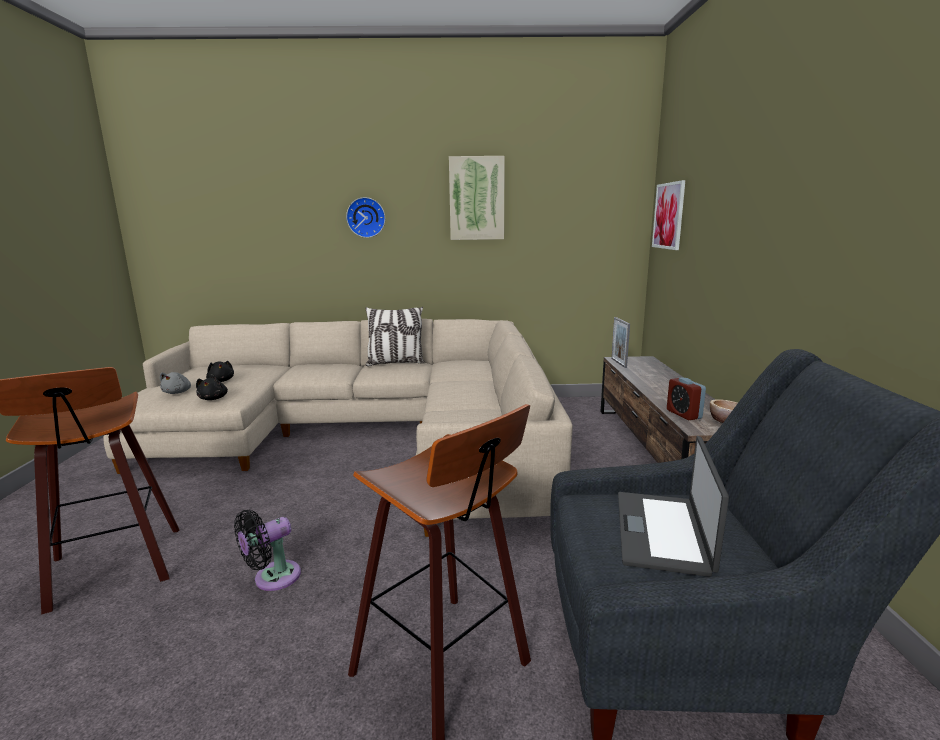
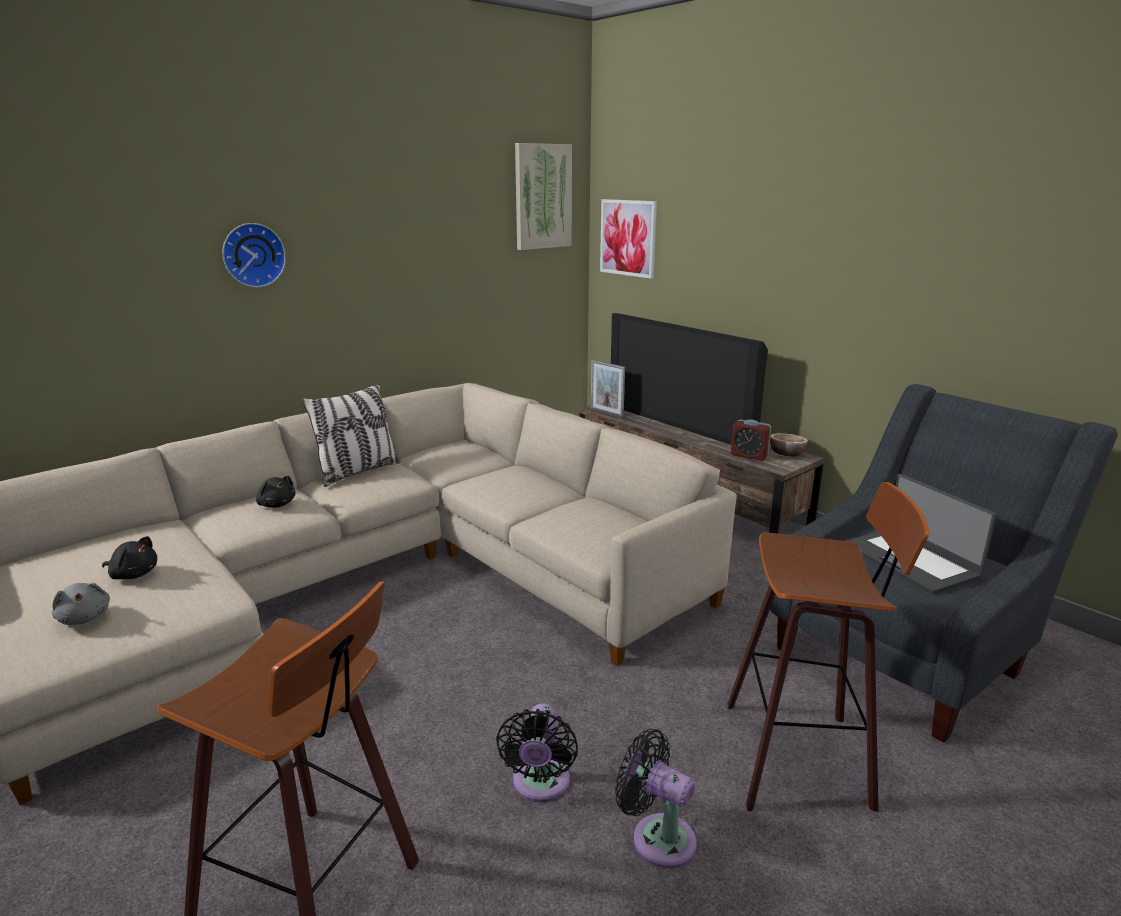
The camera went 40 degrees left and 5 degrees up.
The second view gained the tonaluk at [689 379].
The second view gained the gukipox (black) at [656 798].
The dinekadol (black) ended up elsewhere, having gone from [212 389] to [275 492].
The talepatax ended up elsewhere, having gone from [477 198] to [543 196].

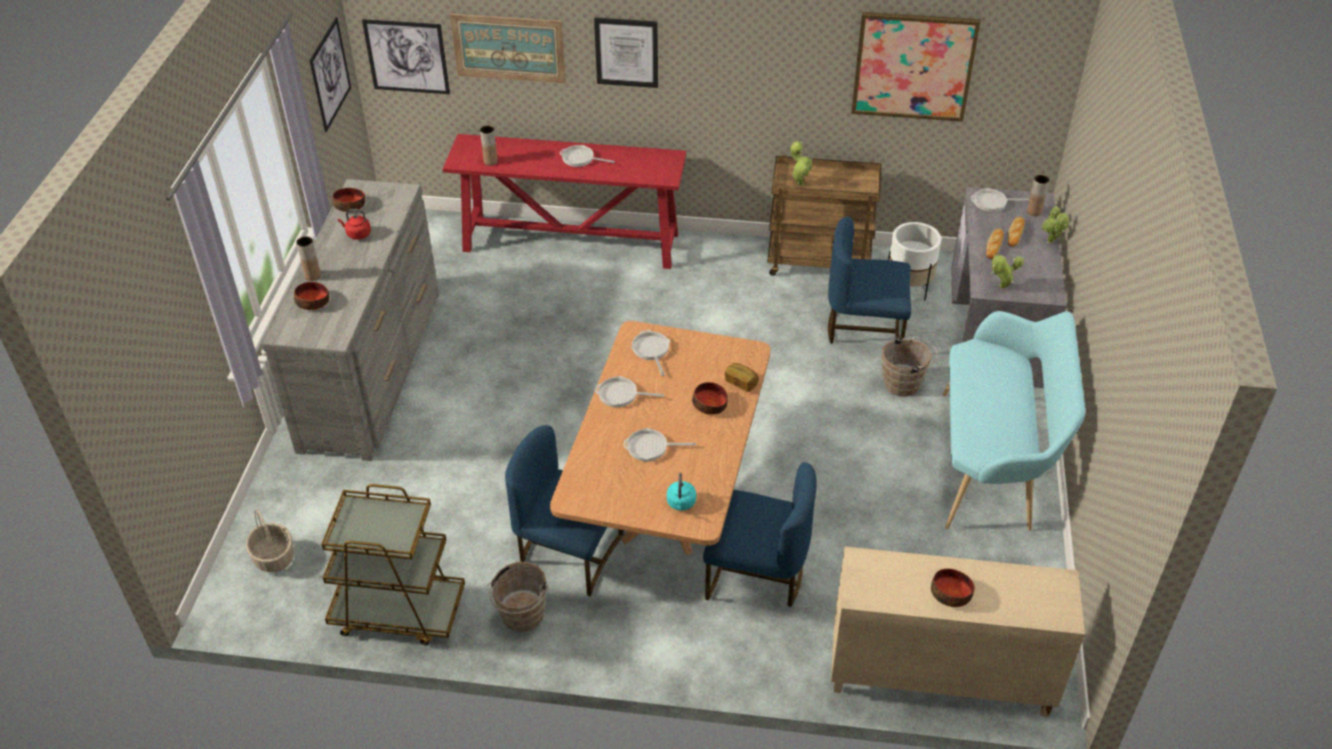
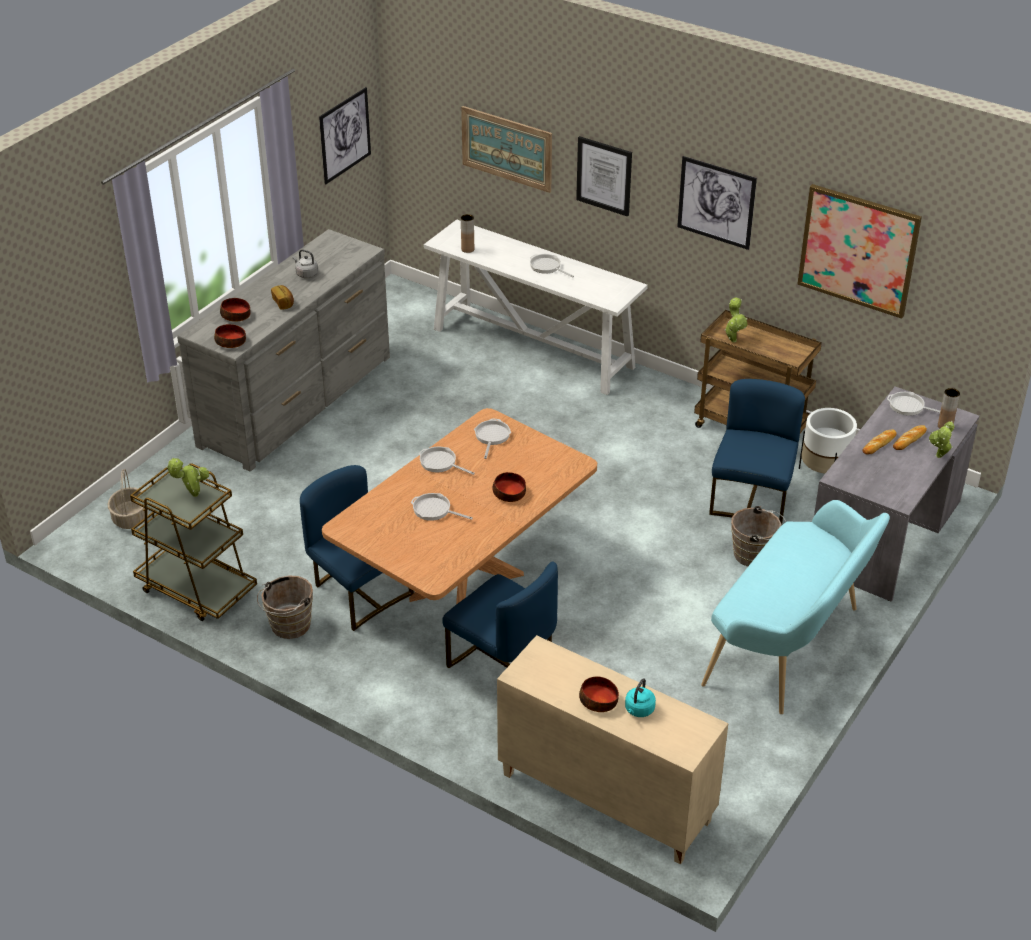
The camera went 25 degrees right and 5 degrees down.
The second view lost the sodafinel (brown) at [308 258].
The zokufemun ended up elsewhere, having gone from [349 200] to [230 336].
The talepatax ended up elsewhere, having gone from [406 56] to [717 203].
The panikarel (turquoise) ended up elsewhere, having gone from [681 492] to [640 697].
The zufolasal ended up elsewhere, having gone from [742 377] to [282 297].
The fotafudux ended up elsewhere, having gone from [1008 272] to [187 477].
What was the panikarel (red) at [354 224] turned into the panikarel (grey) at [305 263].
What was the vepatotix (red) at [564 201] turned into the vepatotix (white) at [536 307].
The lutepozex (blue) at [869 280] ended up facing another way, 75 degrees clockwise from before.

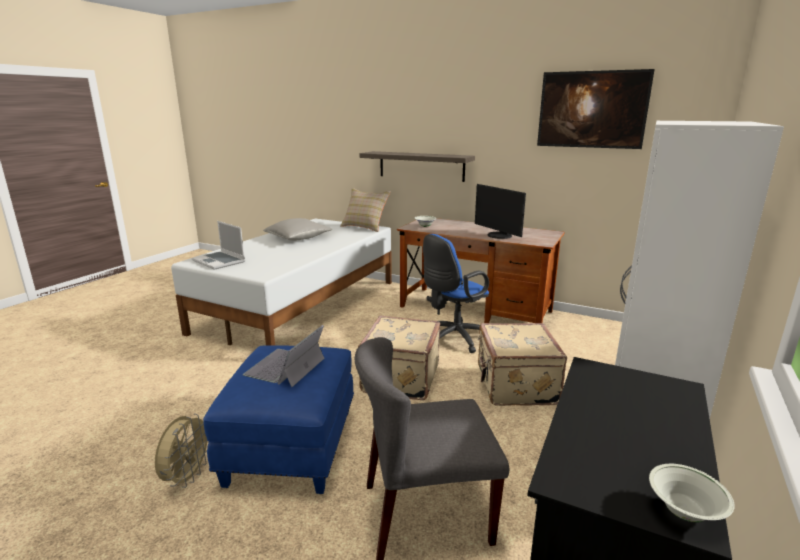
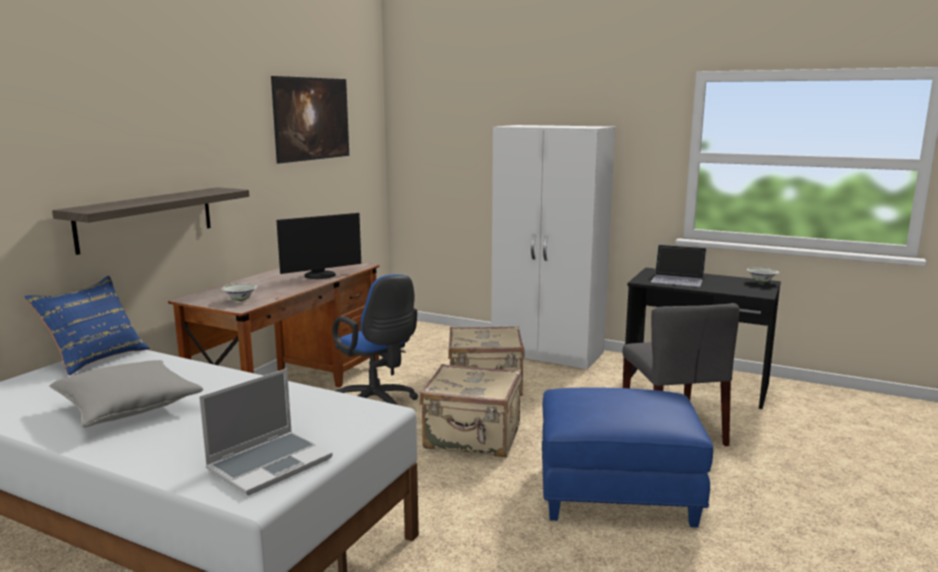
The camera went 90 degrees left and 5 degrees down.
The second view lost the gukipox (beige) at [181 451].
The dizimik ended up elsewhere, having gone from [283 356] to [679 266].
What was the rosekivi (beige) at [365 210] turned into the rosekivi (blue) at [86 325].

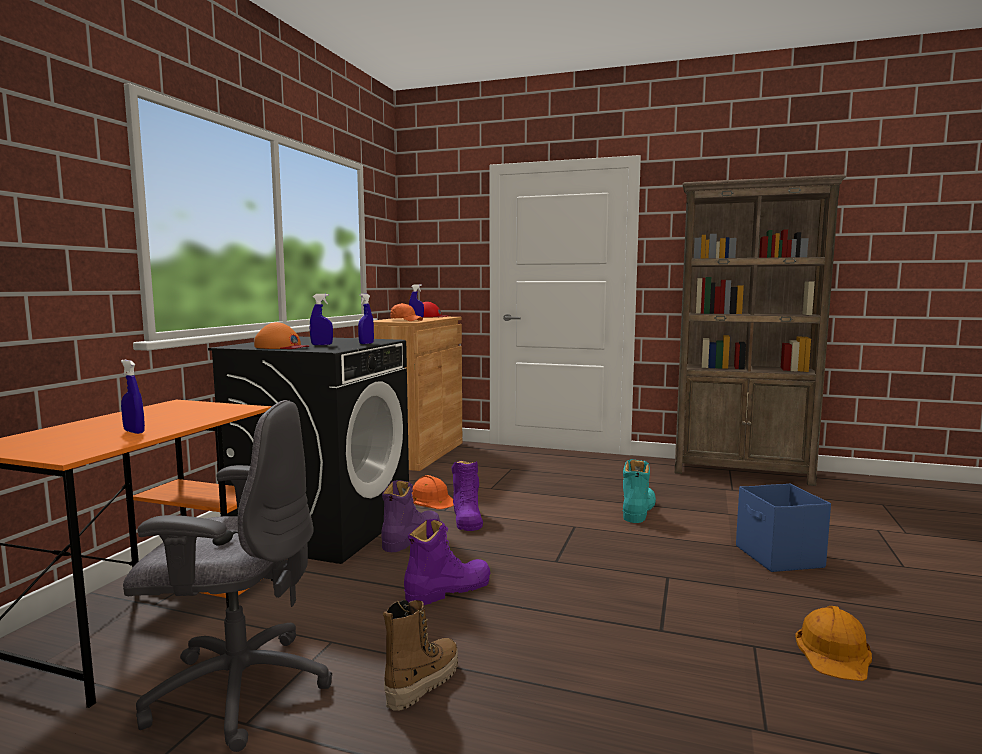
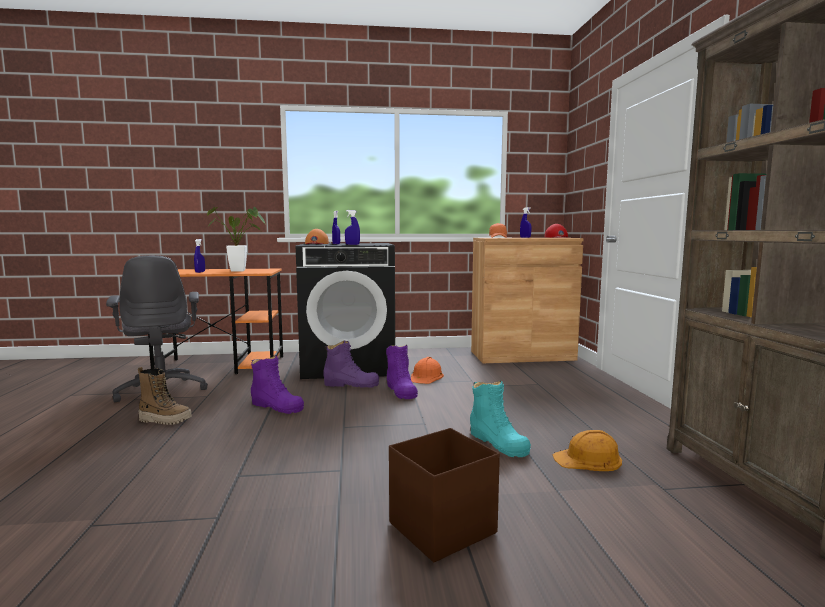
The camera went 65 degrees right and 0 degrees up.
The second view gained the fotafudux at [236 239].
The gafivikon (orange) ended up elsewhere, having gone from [833 643] to [587 450].
What was the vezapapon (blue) at [783 528] turned into the vezapapon (brown) at [444 495].
The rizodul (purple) at [467 496] ended up facing another way, 75 degrees counterclockwise from before.
The rizodul (turquoise) at [639 491] ended up facing another way, 60 degrees clockwise from before.

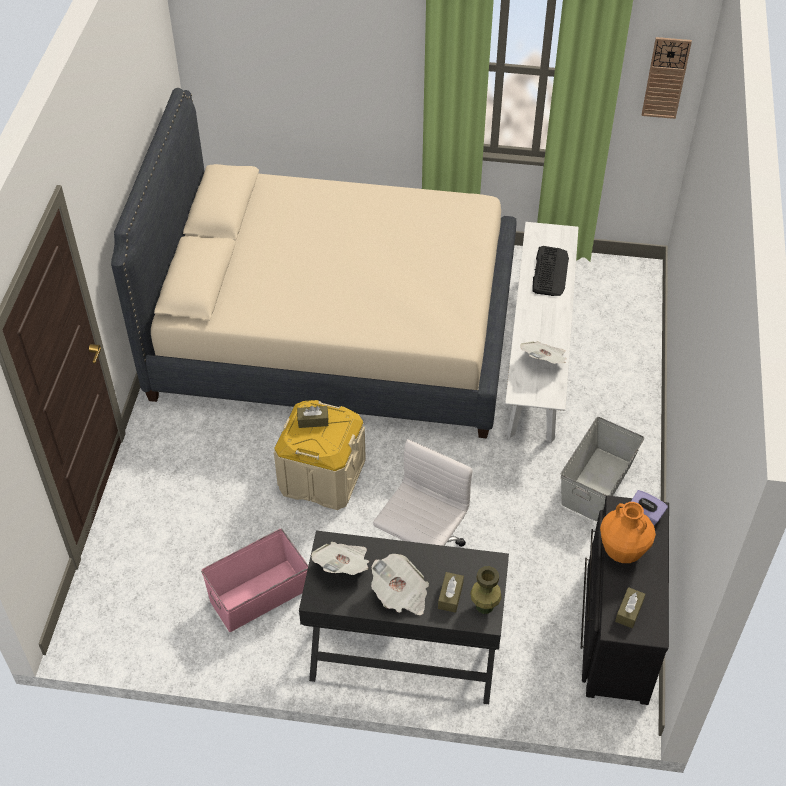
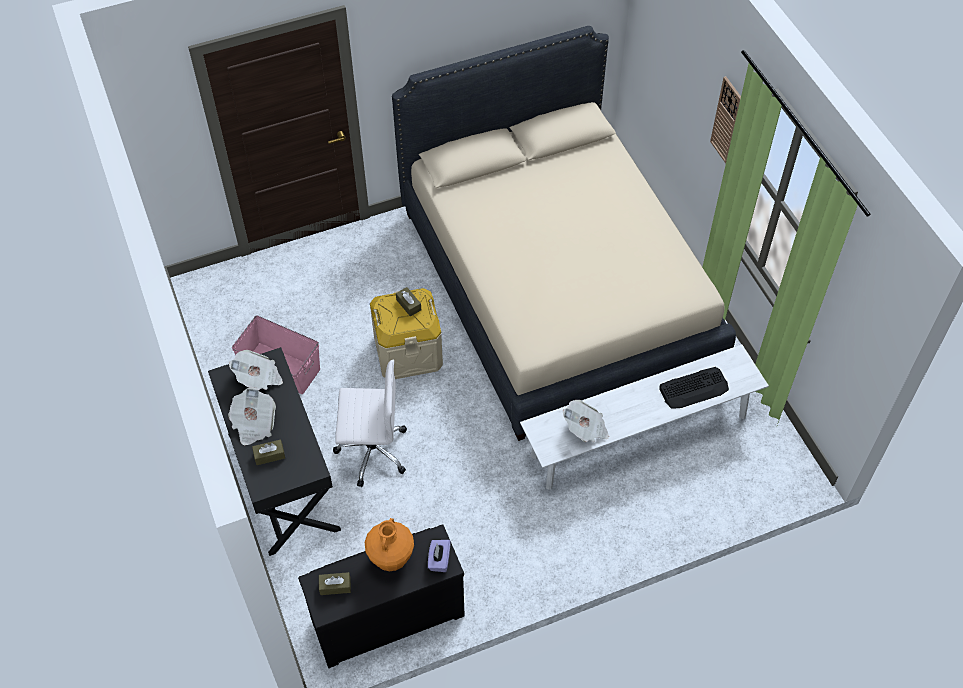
The camera went 60 degrees right and 5 degrees up.
The second view lost the sodafinel (green) at [486 590].
The second view lost the vezapapon (grey) at [602 469].
The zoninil ended up elsewhere, having gone from [667 78] to [725 119].

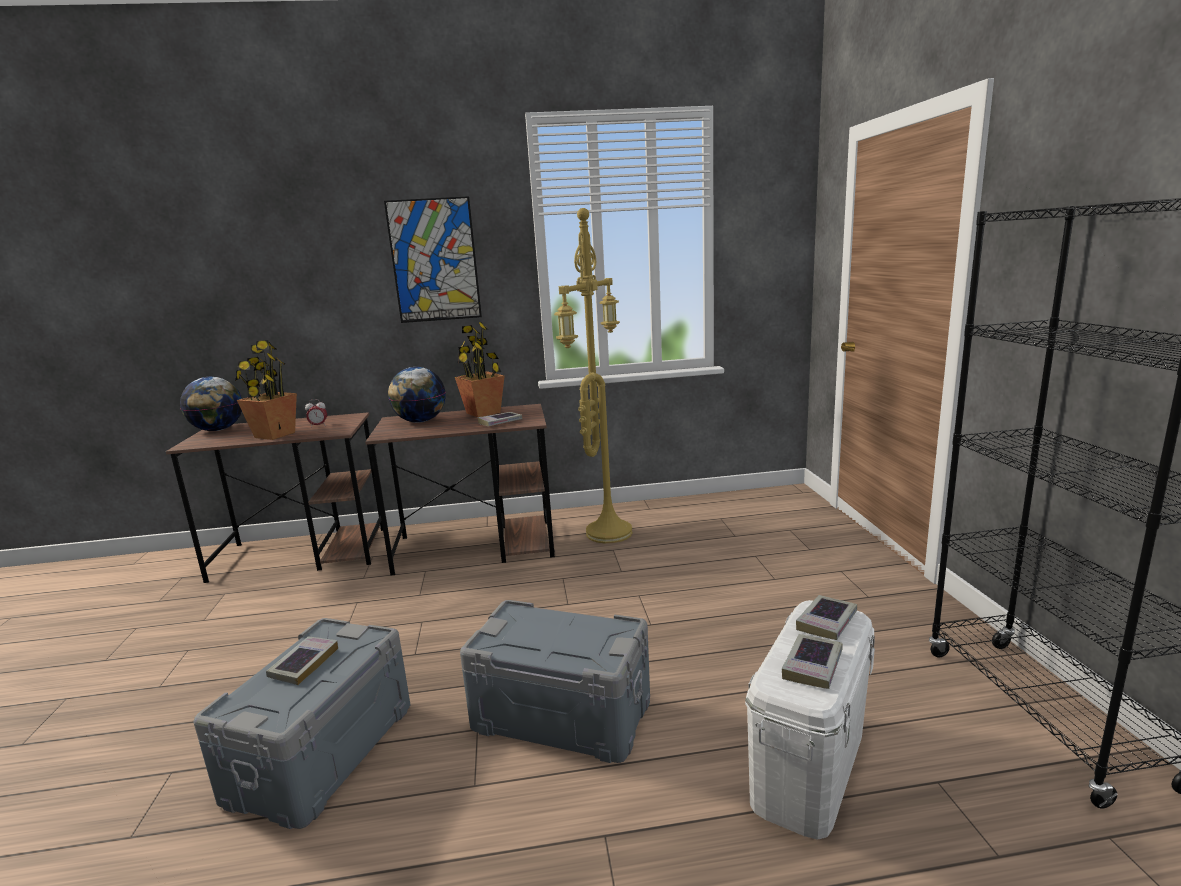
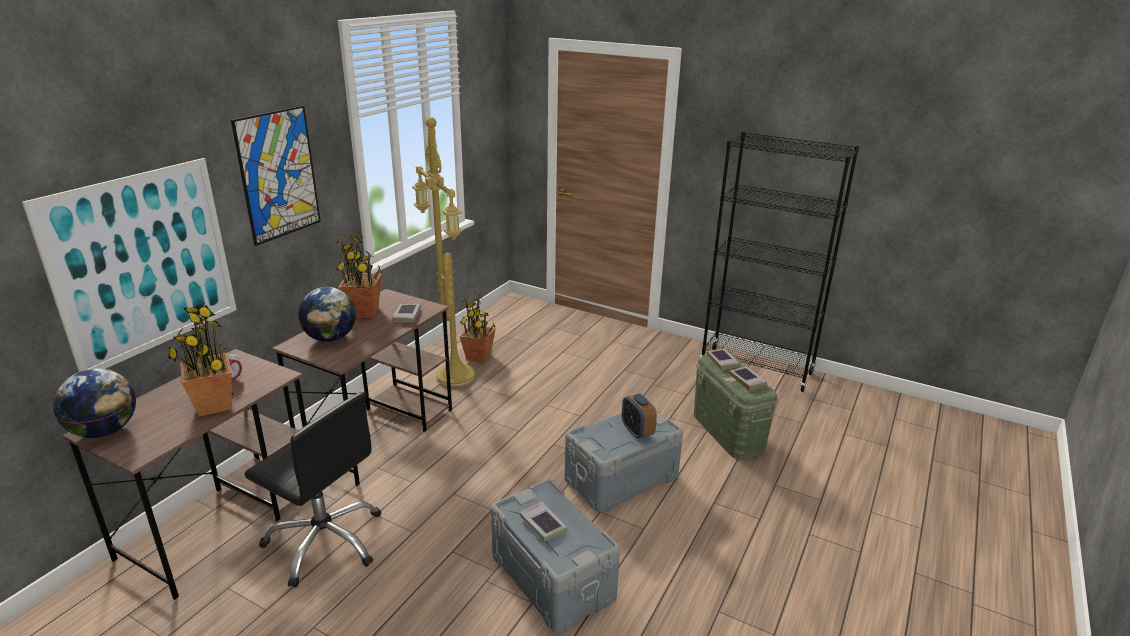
The camera went 55 degrees left and 10 degrees up.
The second view gained the talepatax at [129 265].
The second view gained the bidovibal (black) at [313 490].
The second view gained the fotafudux at [477 328].
The second view gained the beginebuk at [639 416].
What was the vezapapon (white) at [810 720] turned into the vezapapon (green) at [736 406].

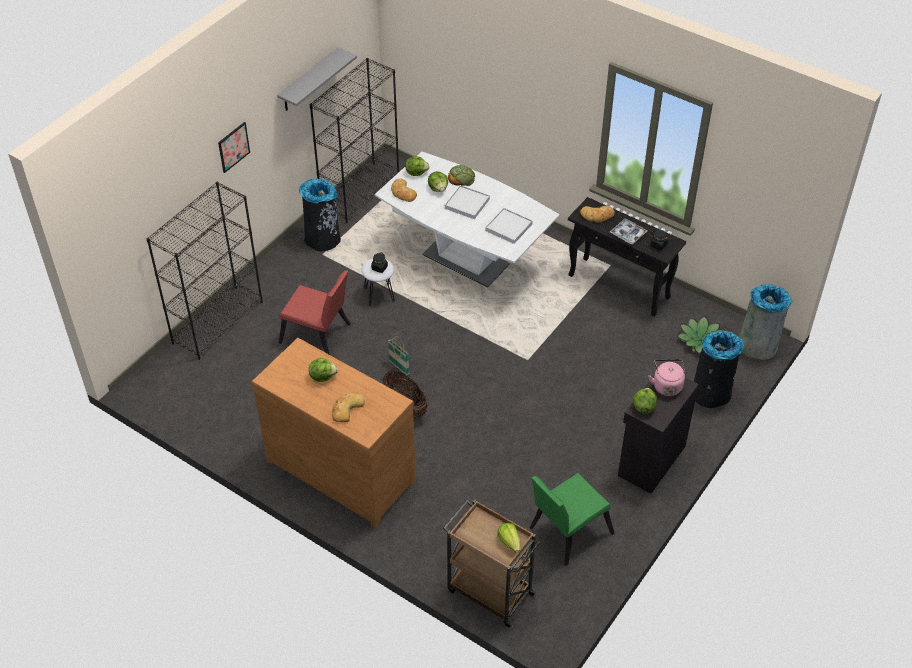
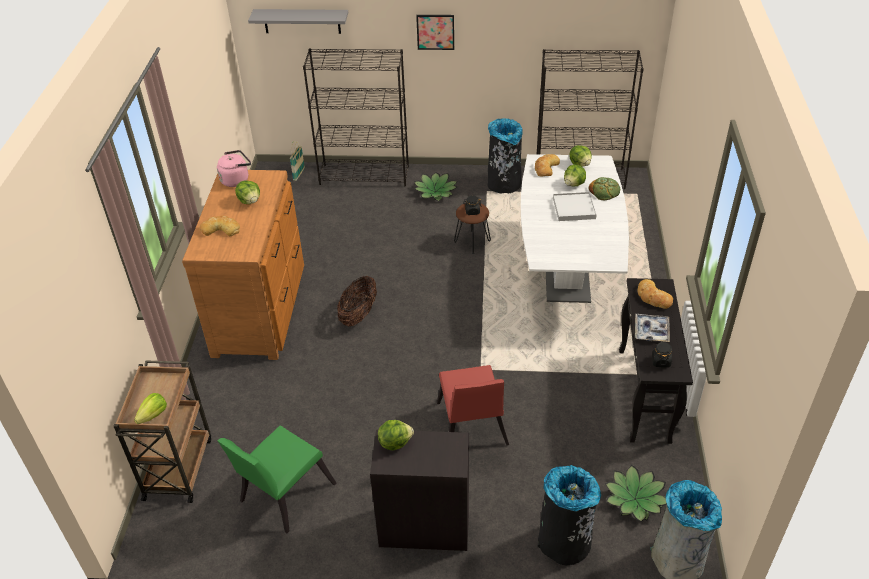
The camera went 60 degrees right and 5 degrees down.
The second view lost the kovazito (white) at [509 226].
The second view gained the fotafudux at [436 186].
The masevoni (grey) ended up elsewhere, having gone from [317 79] to [298 21].
The lutepozex (red) ended up elsewhere, having gone from [315 312] to [473 405].
The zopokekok ended up elsewhere, having gone from [399 355] to [297 161].
The panikarel (pink) ended up elsewhere, having gone from [666 377] to [234 168].
What was the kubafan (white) at [378 283] turned into the kubafan (brown) at [472 228].
The lutepozex (green) at [572 519] ended up facing another way, 75 degrees counterclockwise from before.

